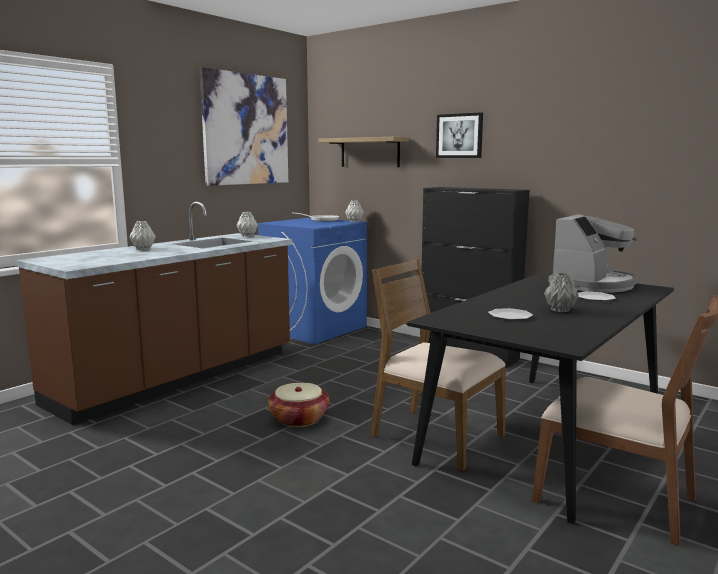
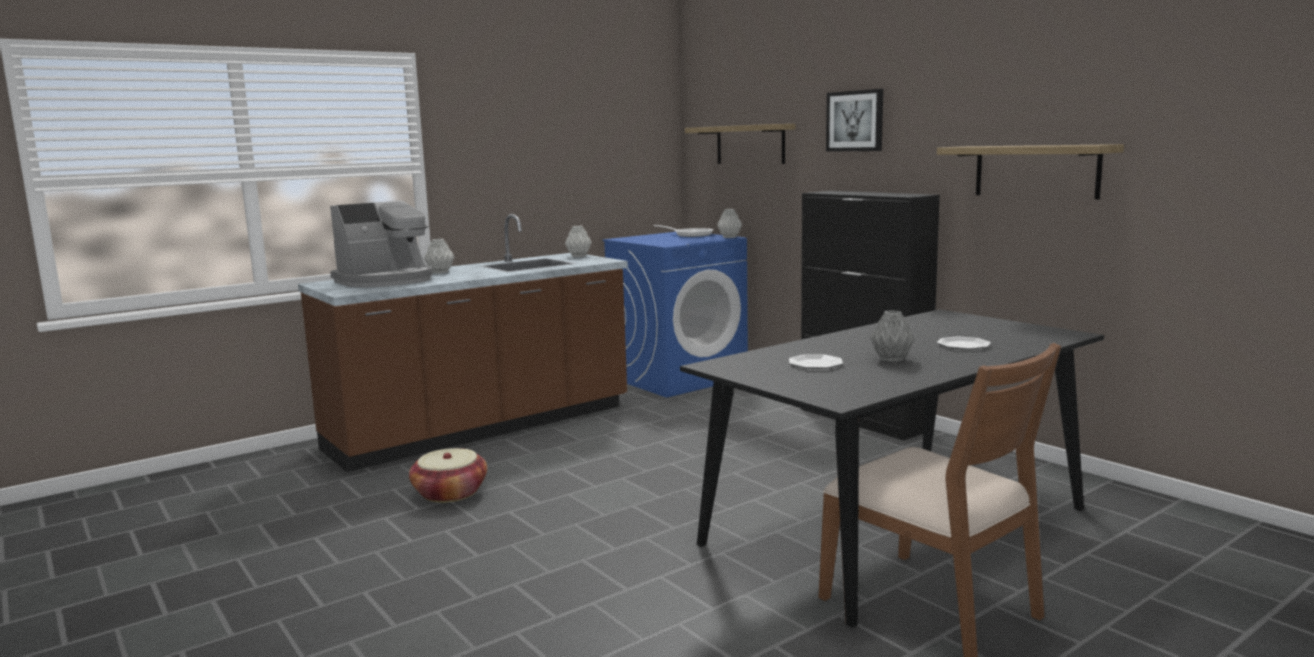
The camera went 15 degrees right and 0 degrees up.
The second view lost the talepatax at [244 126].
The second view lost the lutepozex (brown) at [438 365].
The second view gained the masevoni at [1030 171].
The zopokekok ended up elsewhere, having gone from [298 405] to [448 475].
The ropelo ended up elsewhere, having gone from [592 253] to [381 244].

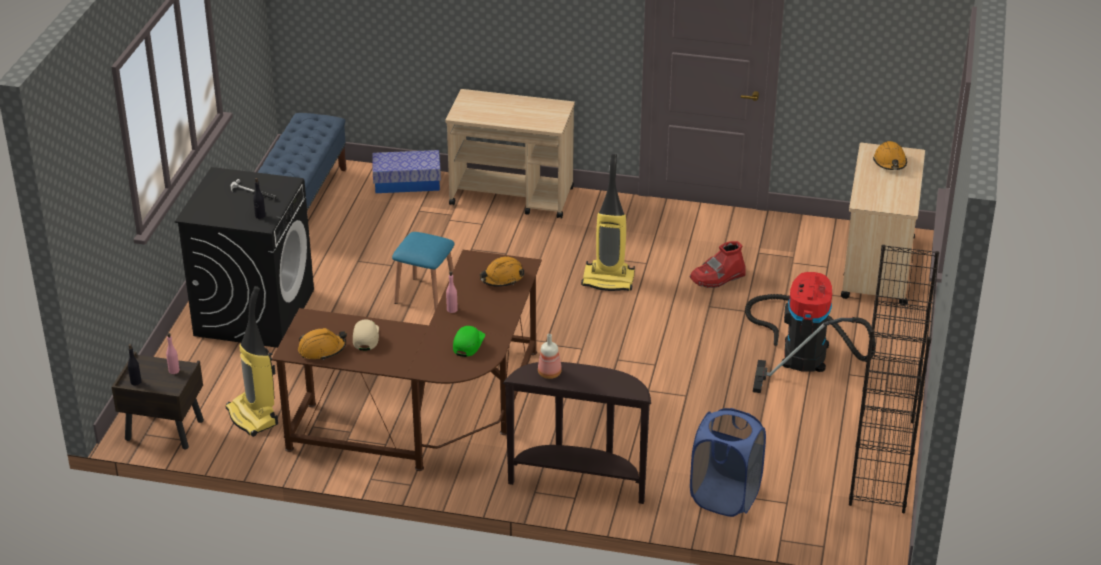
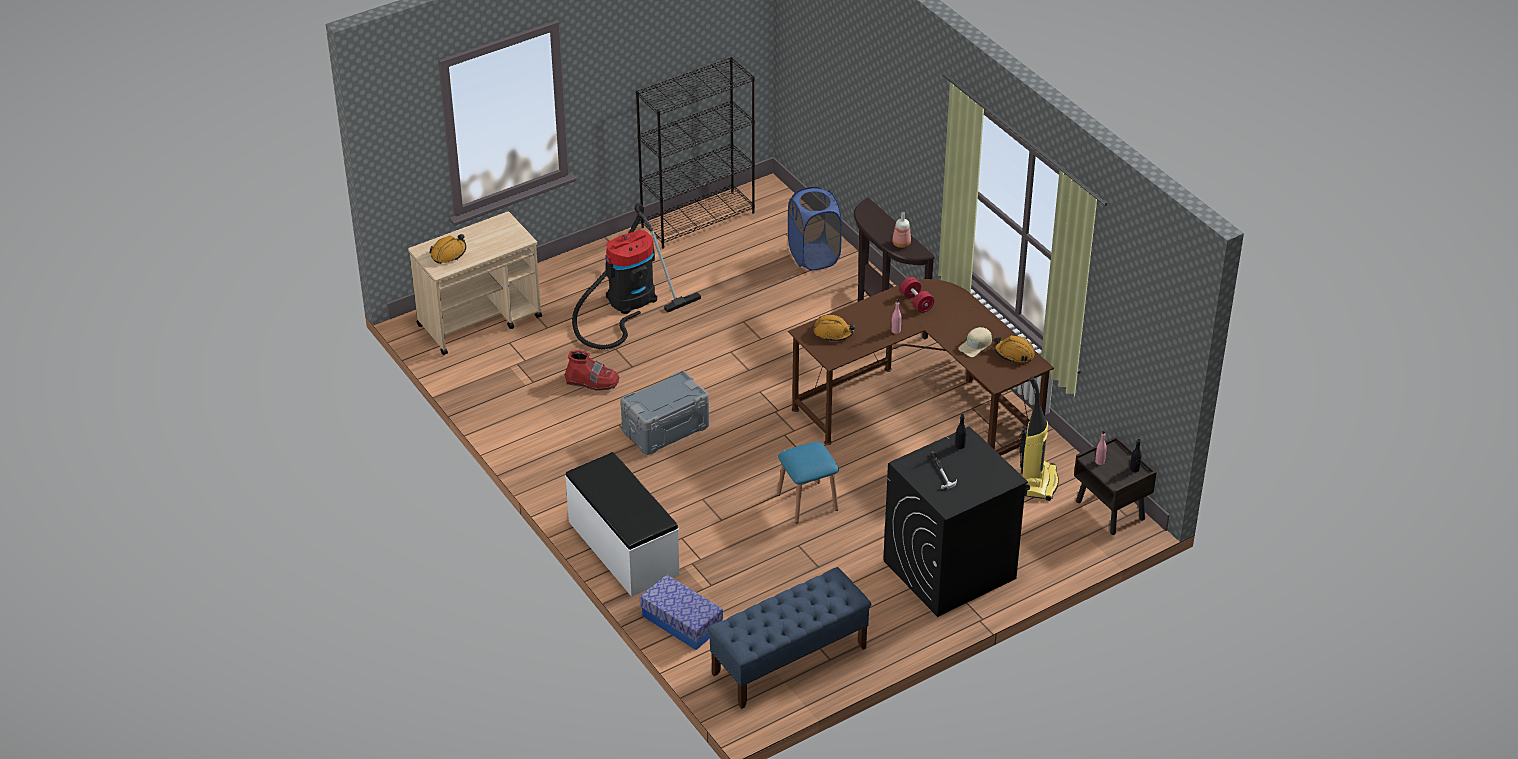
The camera went 135 degrees left and 5 degrees up.
Where the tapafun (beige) stood at [510 154], the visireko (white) came to stand at [622 524].
Where the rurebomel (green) stood at [469 341], the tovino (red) came to stand at [917 295].
Where the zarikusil stood at [608 222], the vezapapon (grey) came to stand at [665 413].

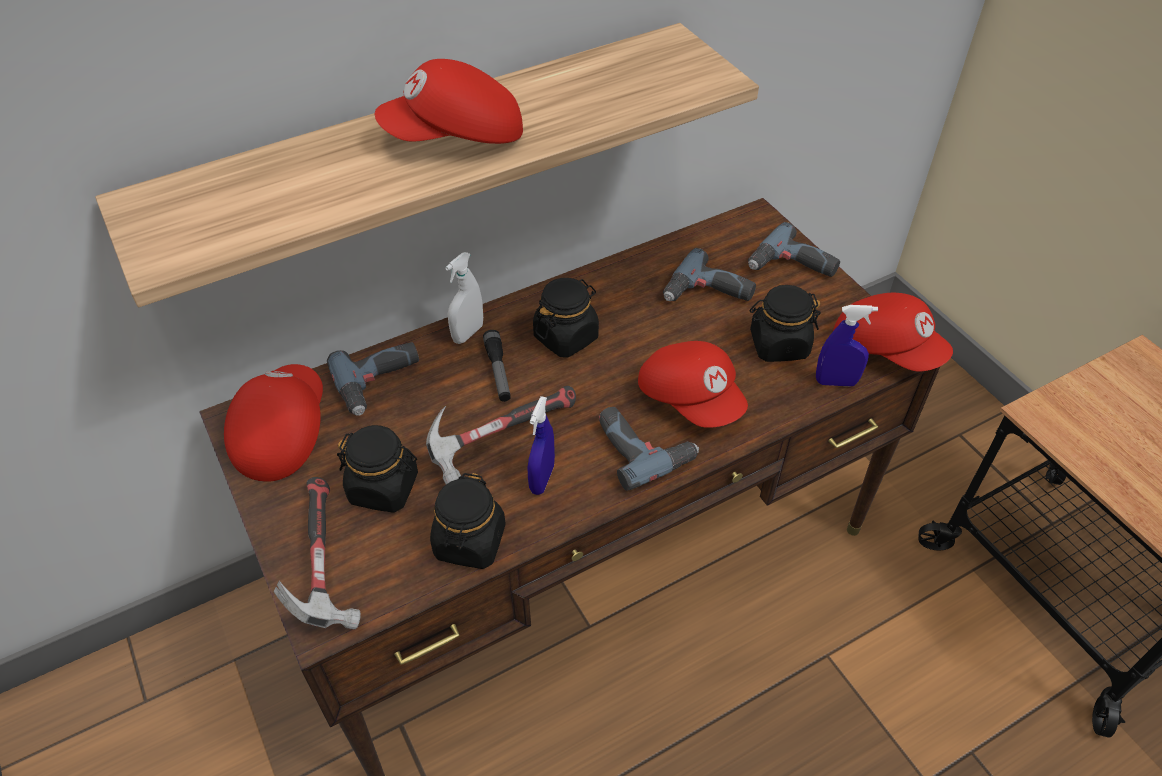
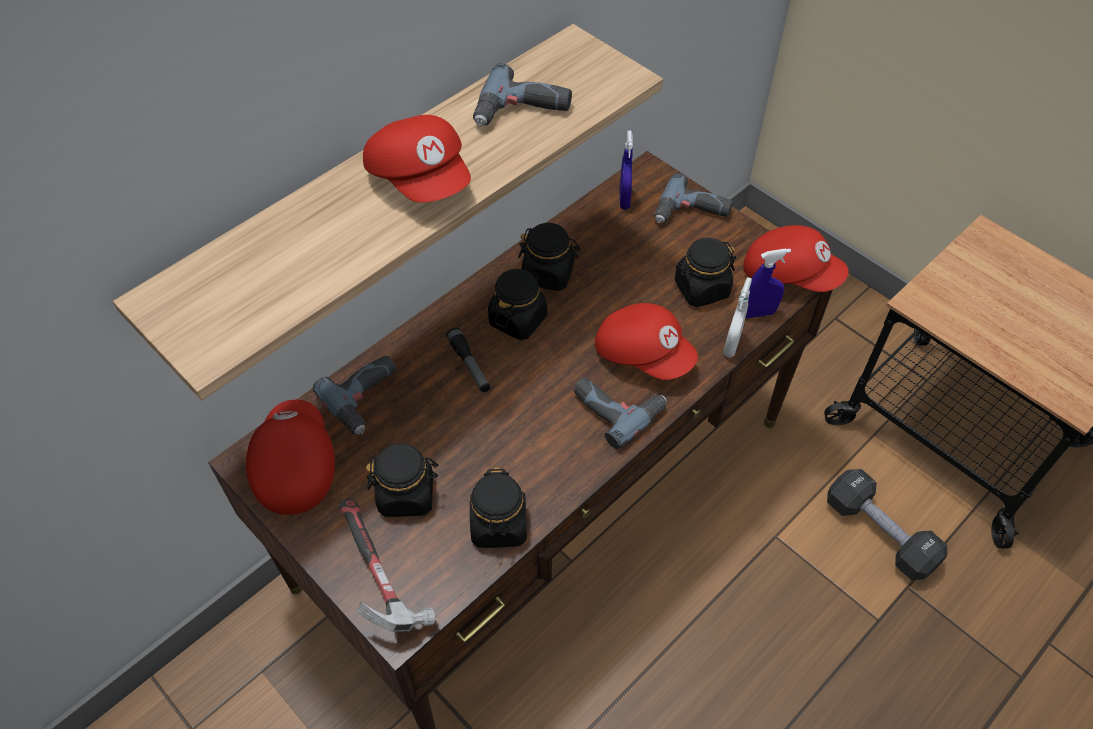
The camera went 15 degrees left and 5 degrees up.
The second view lost the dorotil at [501 435].
The second view gained the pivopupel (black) at [549 257].
The second view gained the tovino (black) at [887 524].
The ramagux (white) ended up elsewhere, having gone from [464 298] to [737 317].
The ramagux (blue) ended up elsewhere, having gone from [541 445] to [626 170].
The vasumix ended up elsewhere, having gone from [709 274] to [522 94].
The rurebomel (red) at [448 101] ended up facing another way, 90 degrees counterclockwise from before.

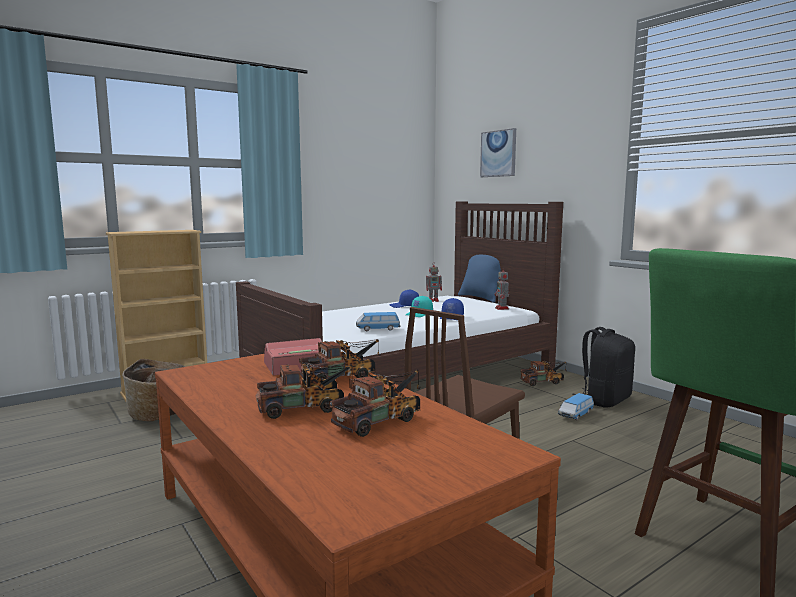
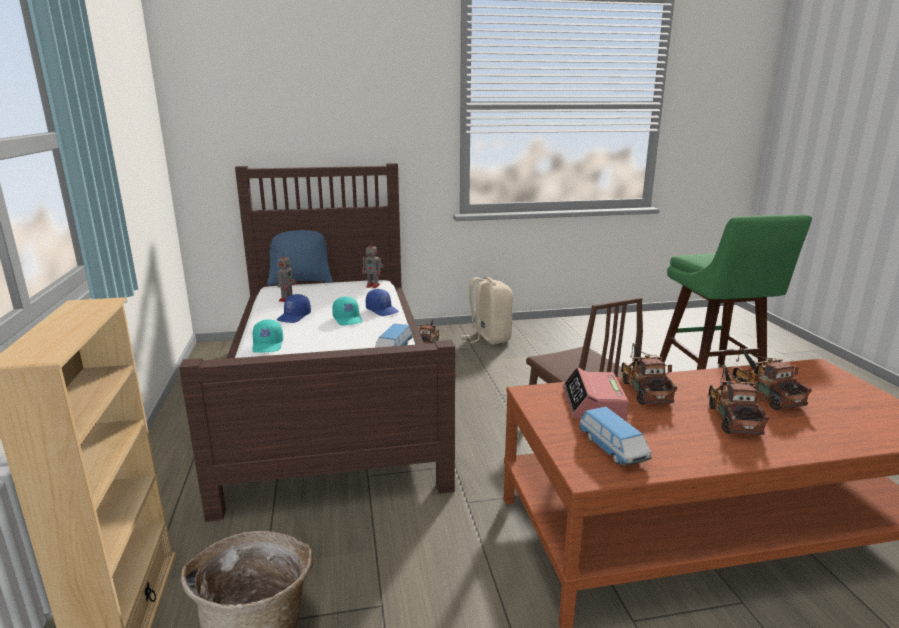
The camera went 65 degrees left and 10 degrees up.
The second view lost the talepatax at [498 152].
The second view gained the rurebomel (turquoise) at [267 336].
The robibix ended up elsewhere, having gone from [576 406] to [615 436].
What was the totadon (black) at [603 367] turned into the totadon (beige) at [487 311].

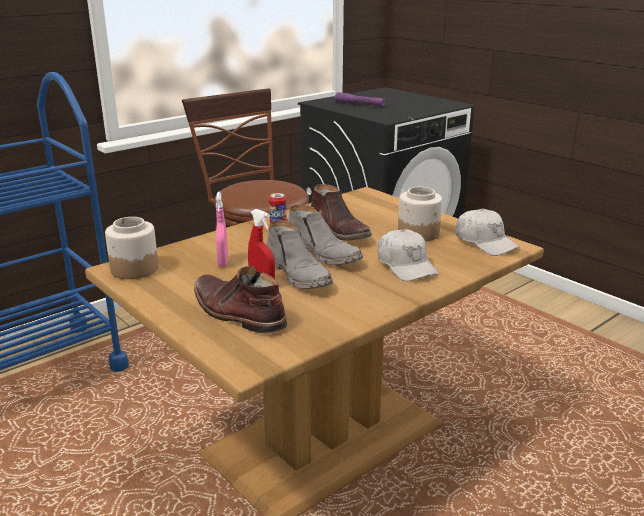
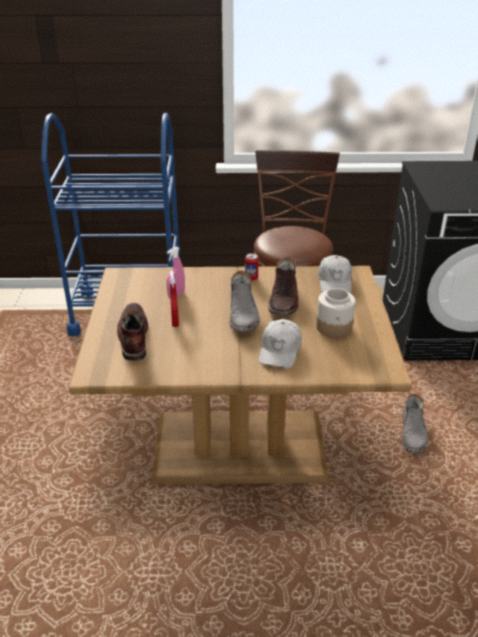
The camera went 40 degrees right and 10 degrees up.
The second view lost the pivopupel at [131 248].
The second view lost the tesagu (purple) at [360 99].
The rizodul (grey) ended up elsewhere, having gone from [299 254] to [414 423].
The rurebomel (white) ended up elsewhere, having gone from [487 232] to [335 274].

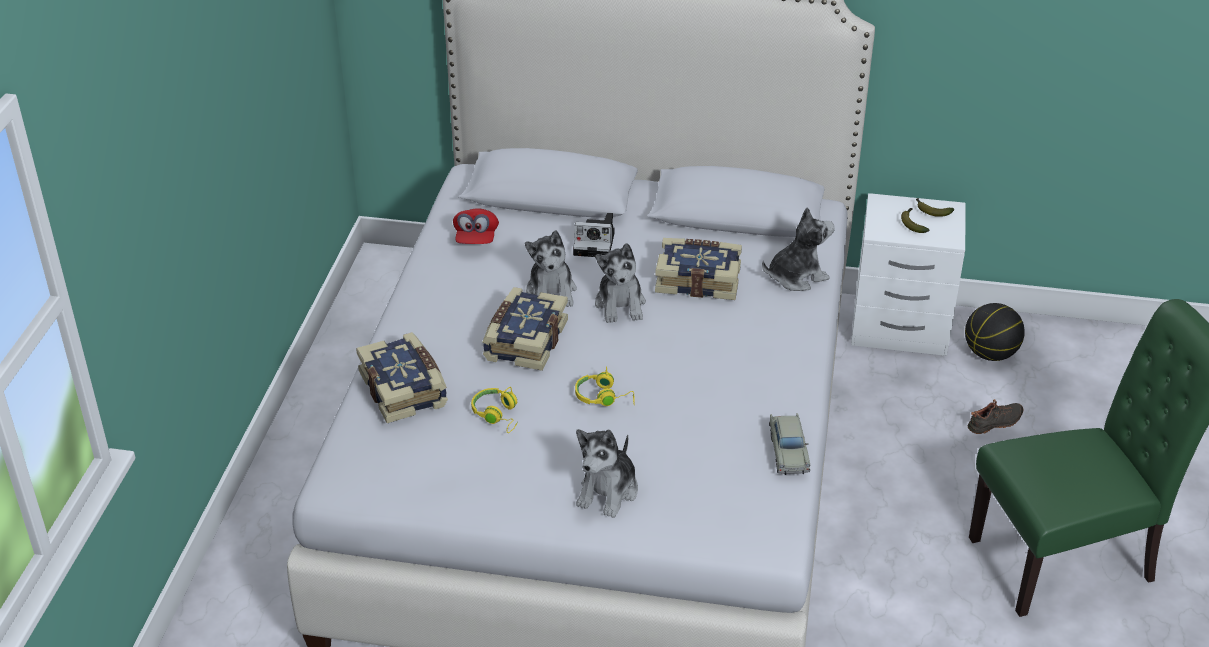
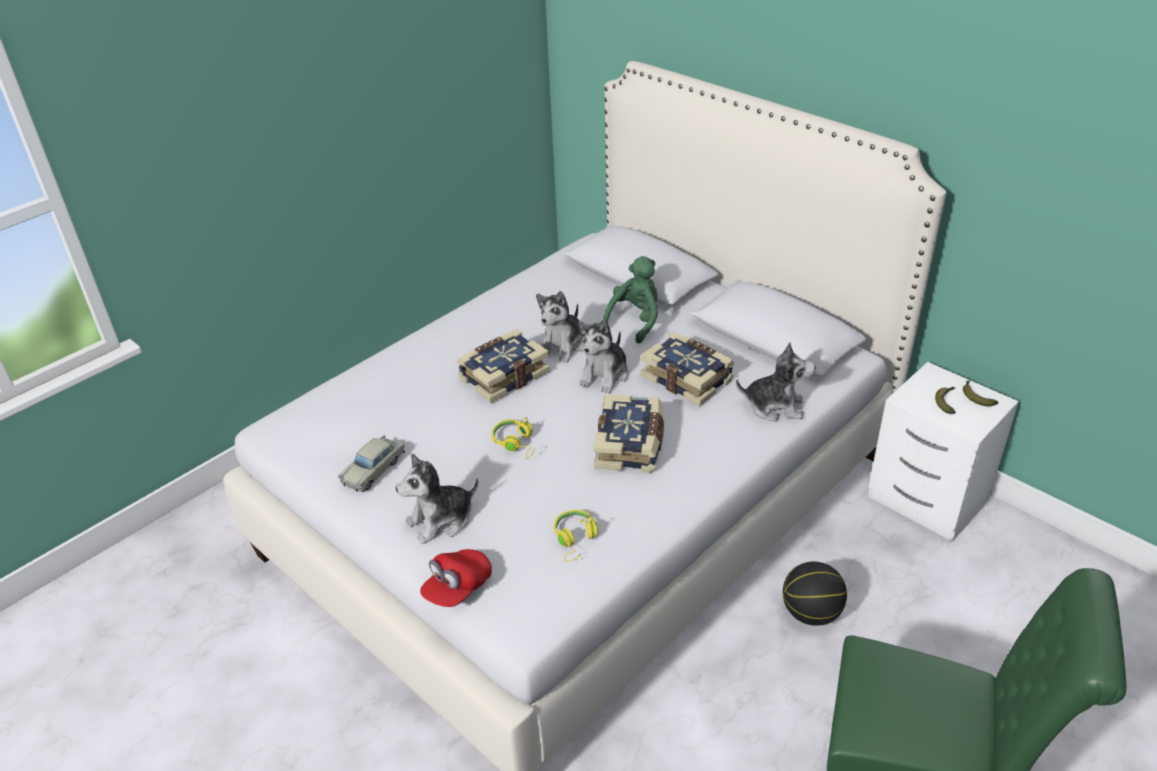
The camera went 35 degrees right and 0 degrees up.
The second view lost the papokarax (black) at [995 416].
The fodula ended up elsewhere, having gone from [402 377] to [629 433].
The rurebomel (red) ended up elsewhere, having gone from [476 226] to [456 578].
The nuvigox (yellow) ended up elsewhere, having gone from [494 410] to [576 536].
The robibix (beige) ended up elsewhere, having gone from [790 444] to [371 463].
The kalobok ended up elsewhere, having gone from [995 332] to [815 594].
Where the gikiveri stood at [594 235], the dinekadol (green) came to stand at [630 300].

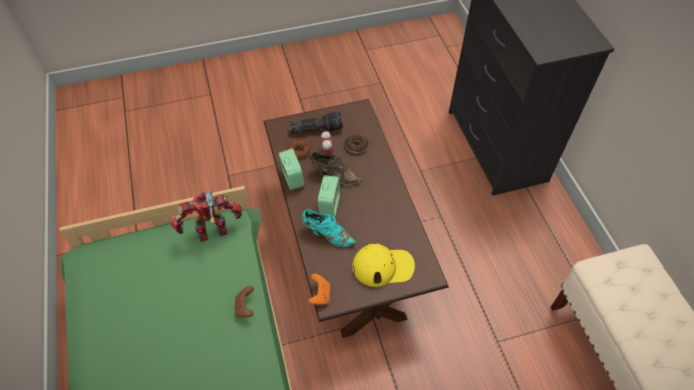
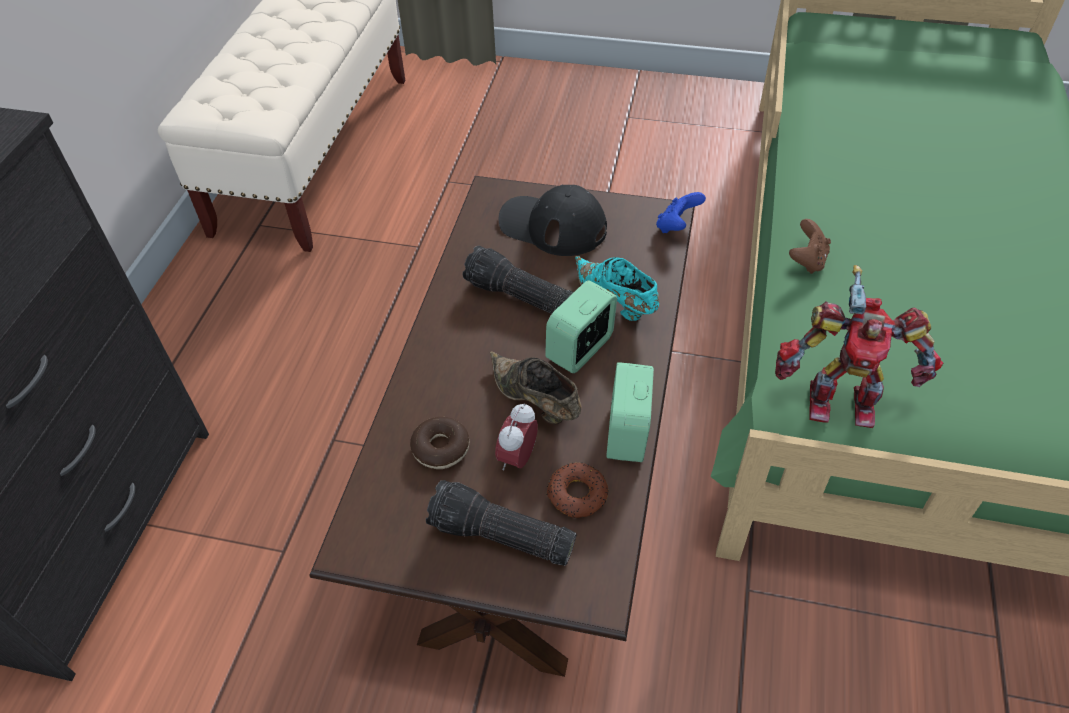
The camera went 150 degrees left and 5 degrees down.
The second view gained the tesagu at [518 280].
What was the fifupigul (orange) at [320 289] turned into the fifupigul (blue) at [681 212].
What was the rurebomel (yellow) at [383 265] turned into the rurebomel (black) at [553 220].

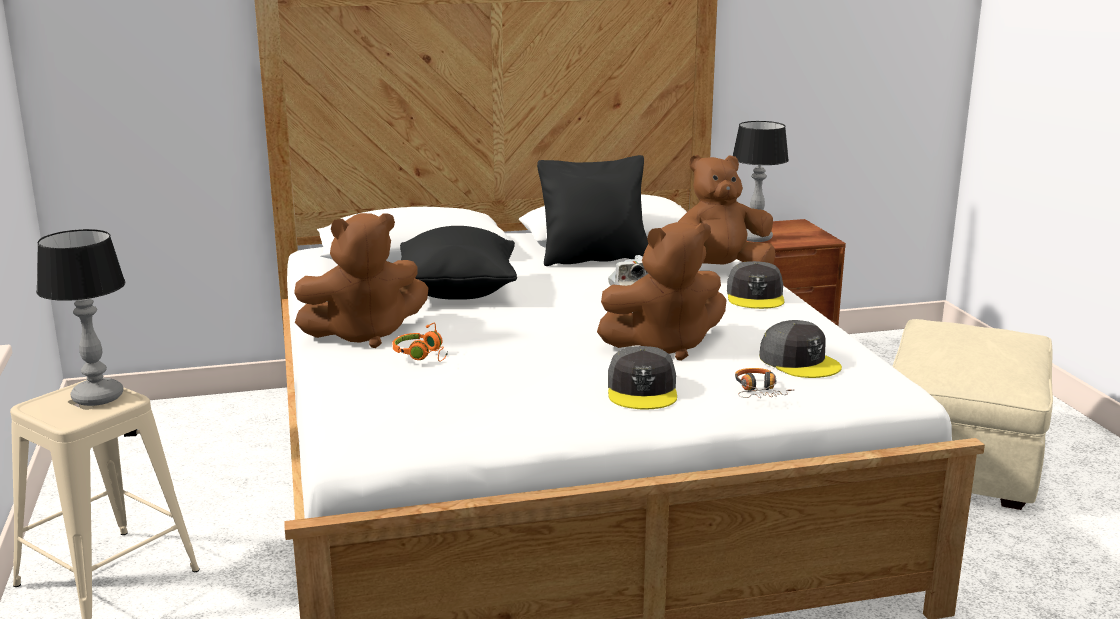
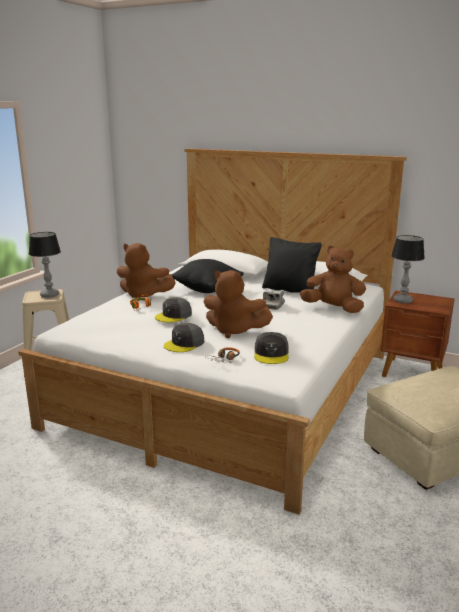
The camera went 40 degrees right and 0 degrees up.
The rurebomel (grey) ended up elsewhere, having gone from [755 285] to [173 310].

